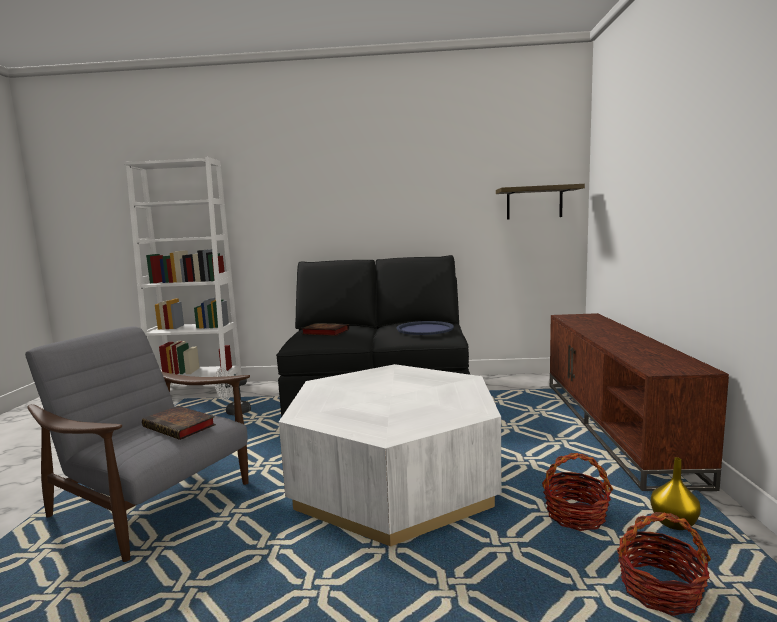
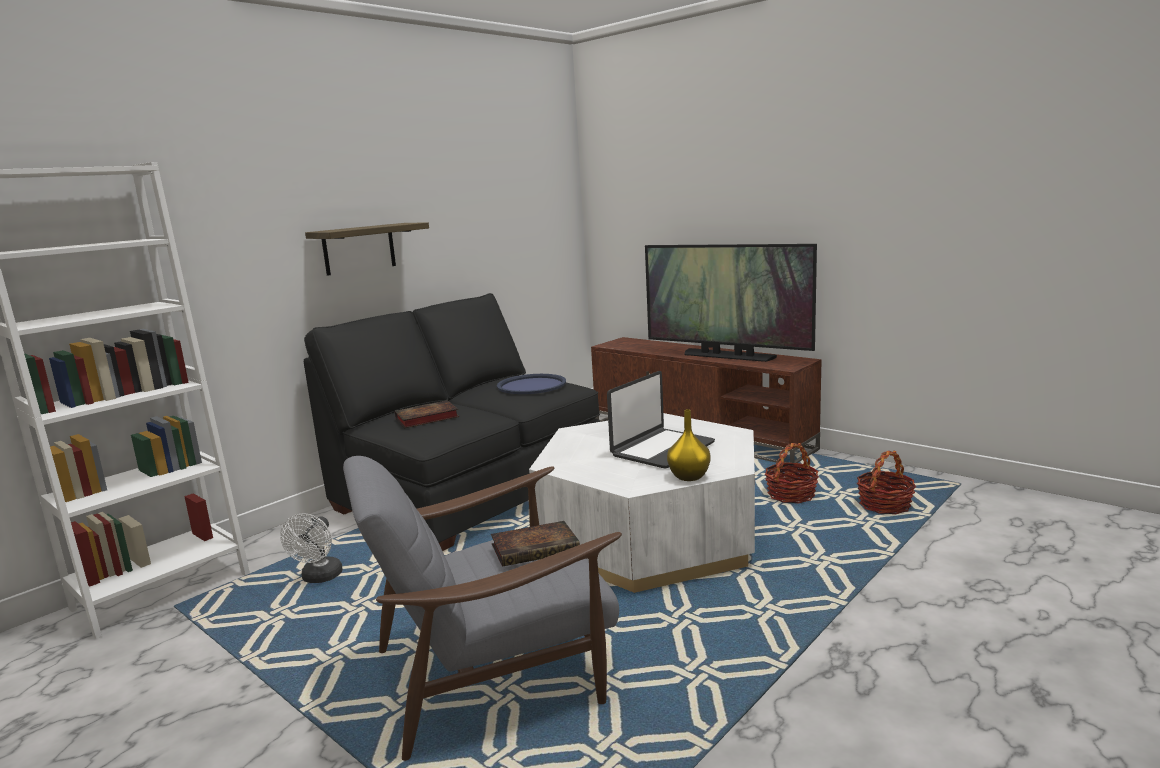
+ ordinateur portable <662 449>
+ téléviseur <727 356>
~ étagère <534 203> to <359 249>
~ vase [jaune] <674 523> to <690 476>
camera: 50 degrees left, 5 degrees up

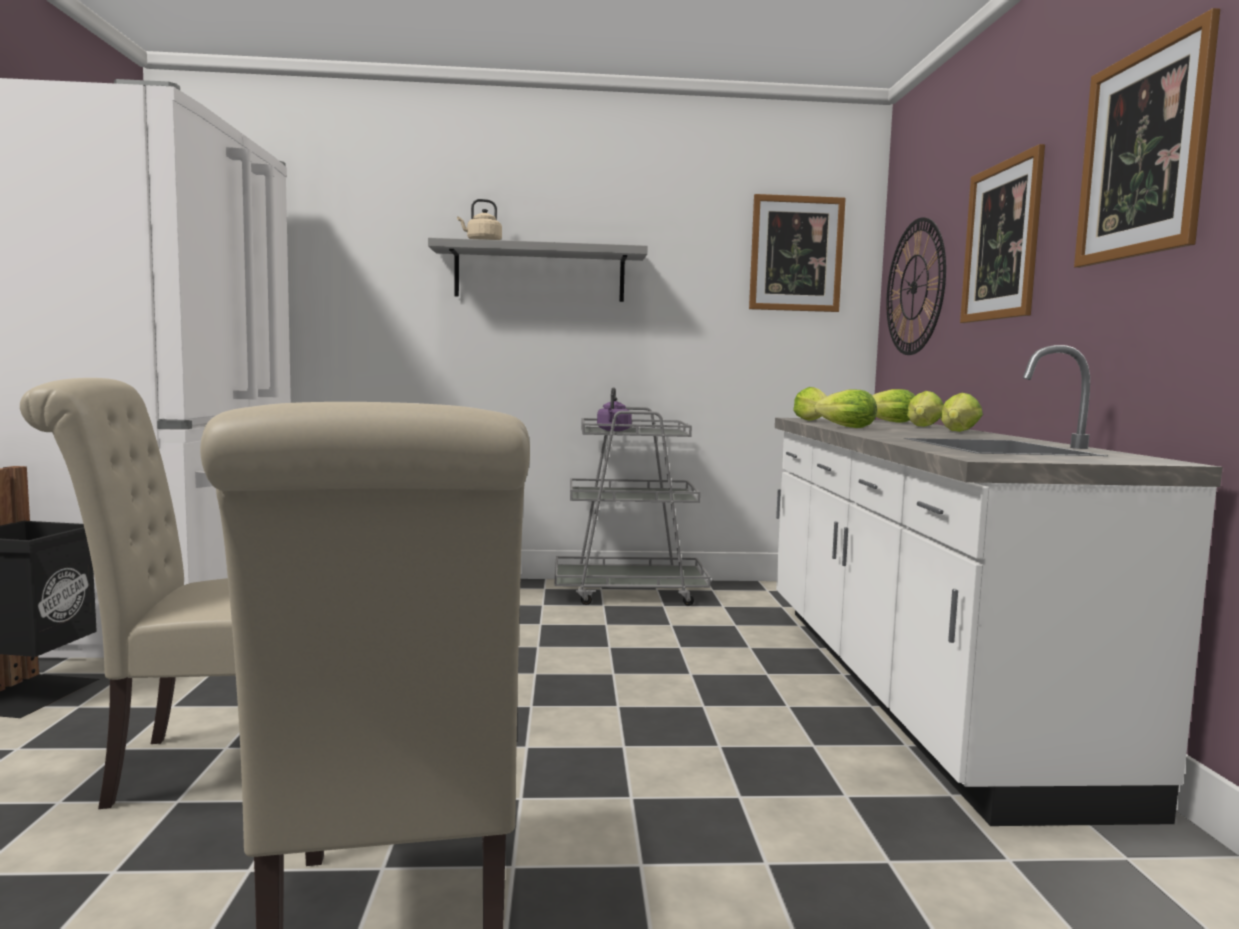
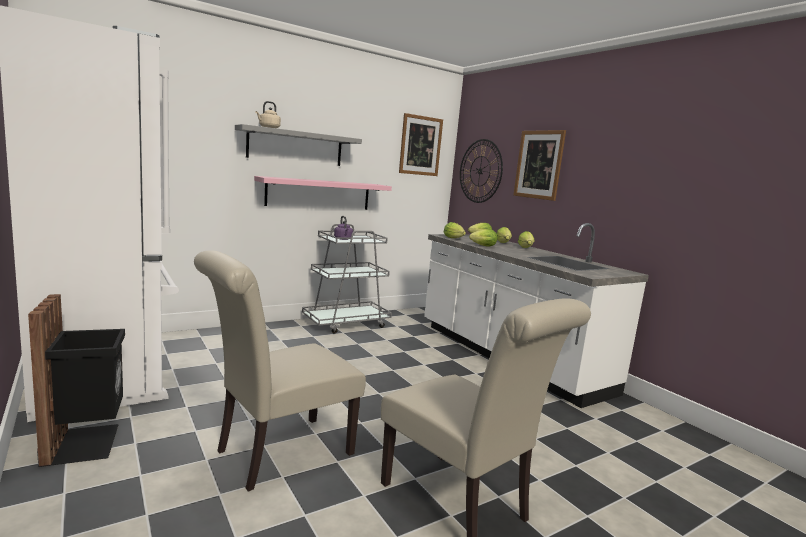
- tableau <1142 153>
+ étagère [rose] <319 194>
camera: 30 degrees left, 5 degrees up

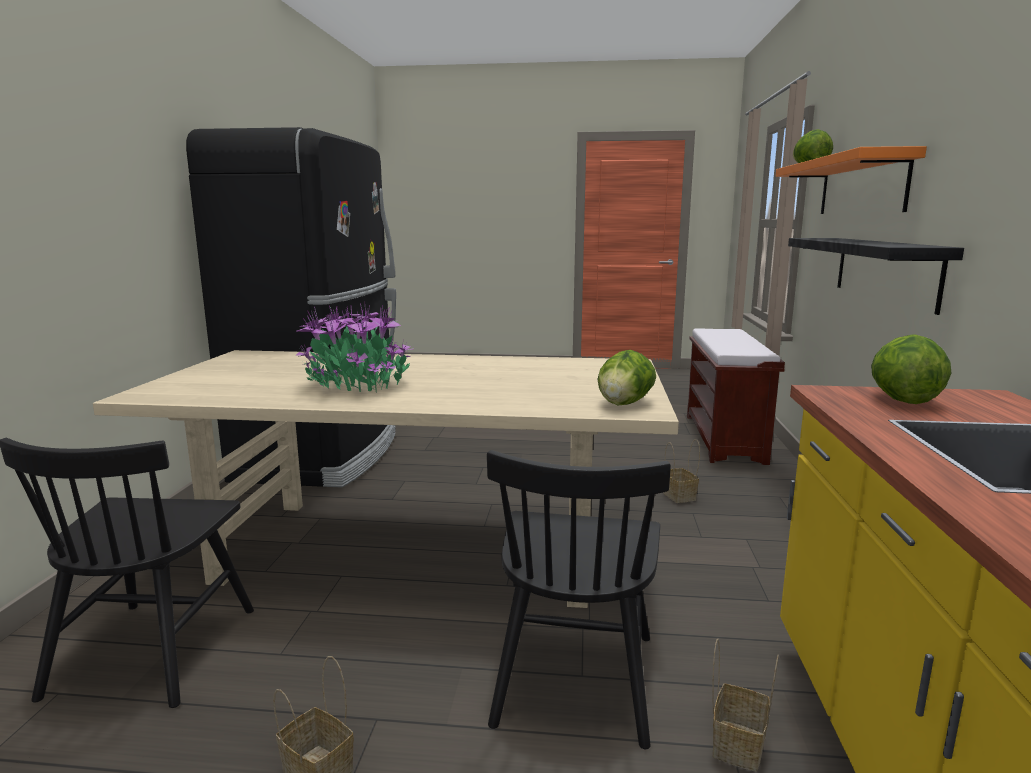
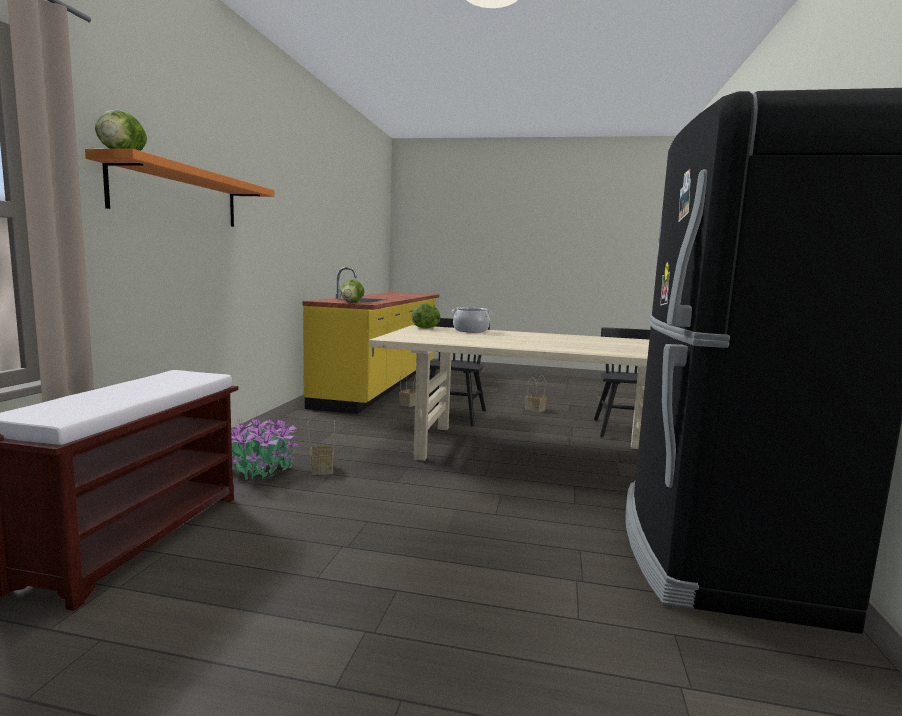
- étagère [noir] <884 270>
+ marmite <471 330>
~ plante en pot <357 384> to <260 470>
camera: 175 degrees left, 5 degrees down

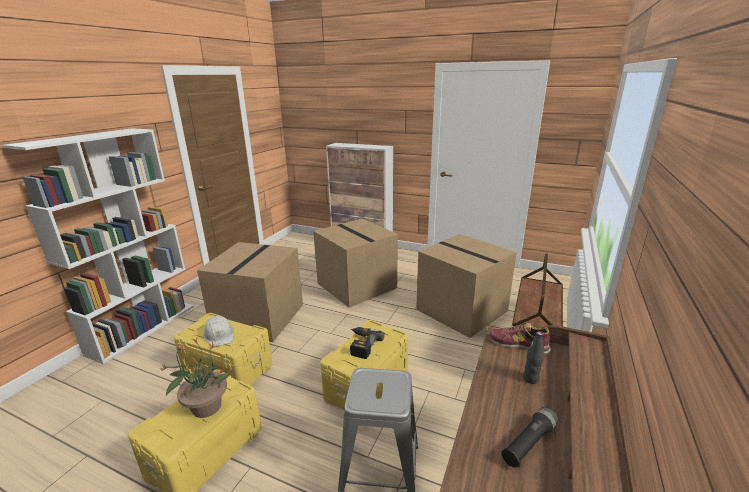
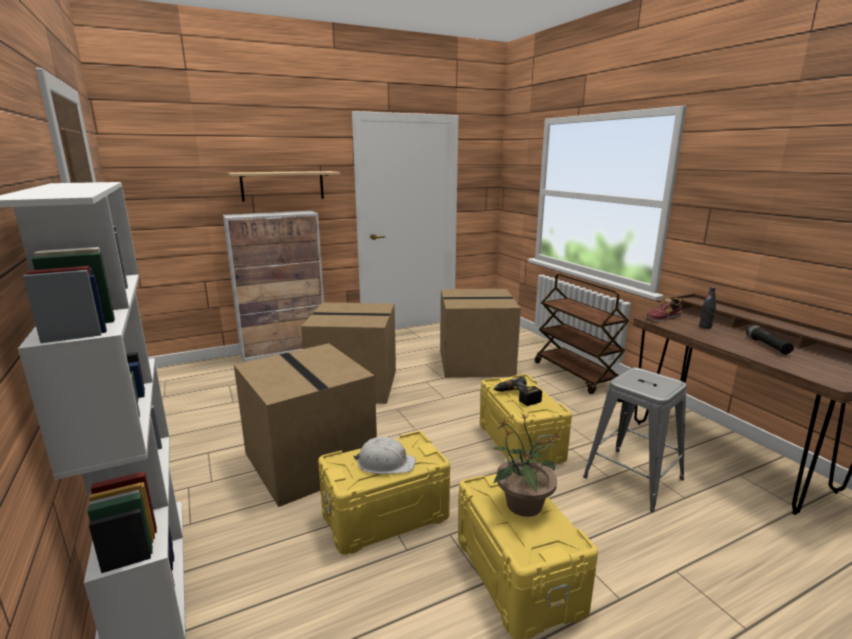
+ étagère <283 186>
camera: 50 degrees left, 5 degrees down

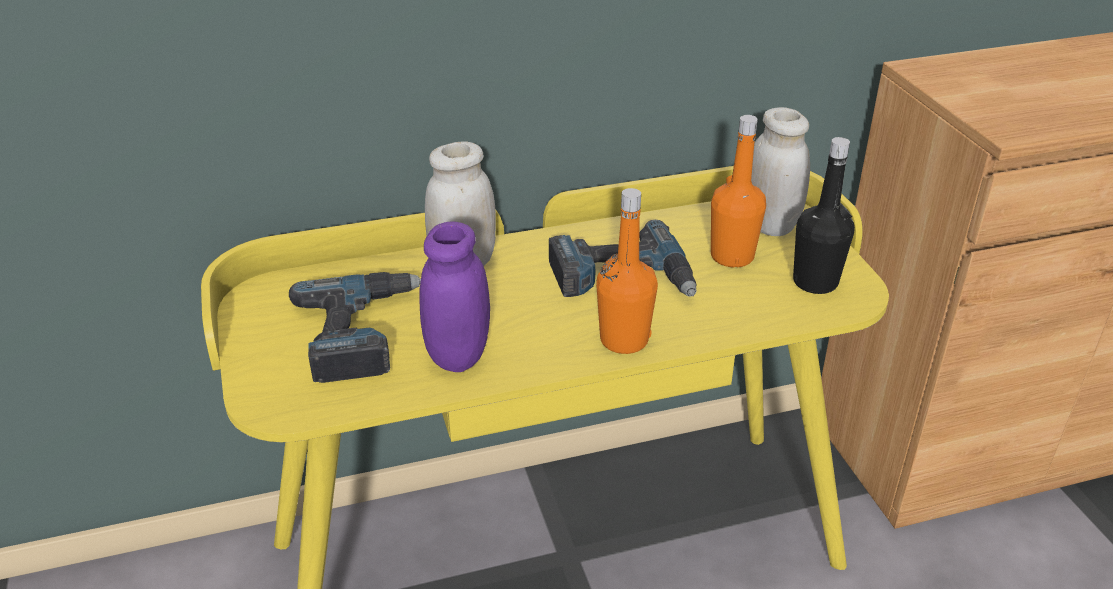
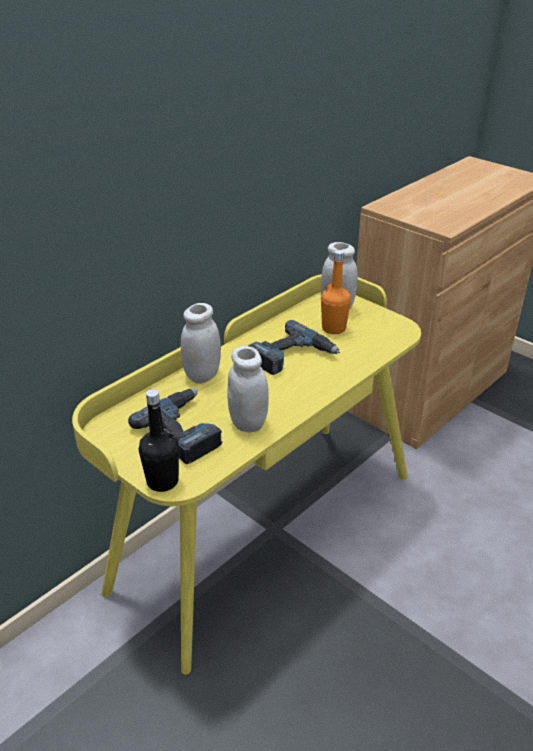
- bouteille [orange] <624 340>
~ bouteille [noir] <815 282> to <162 481>
~ bocal [violet] <458 355> to bocal [blanc] <248 423>
camera: 30 degrees left, 0 degrees up

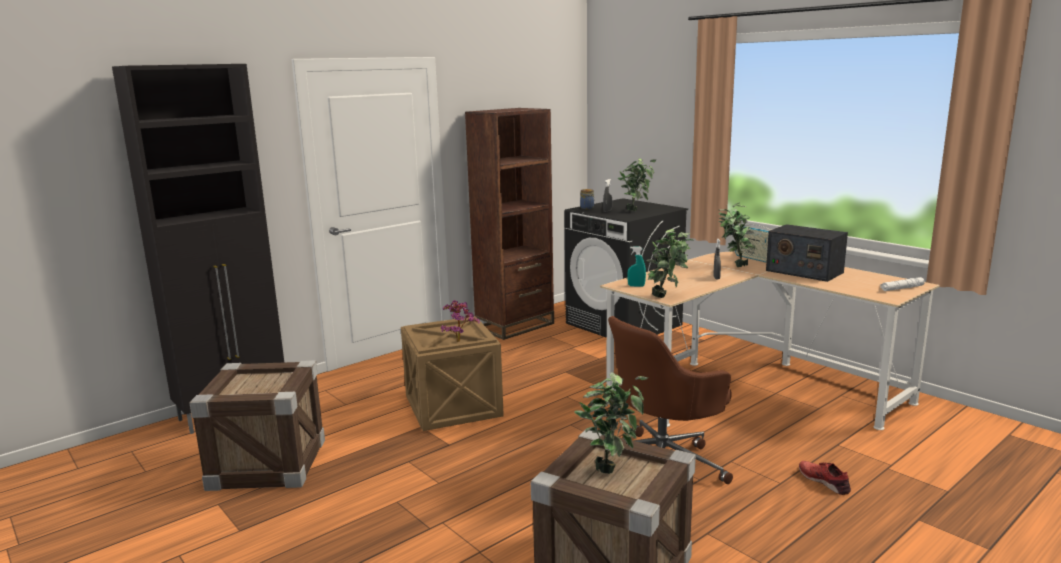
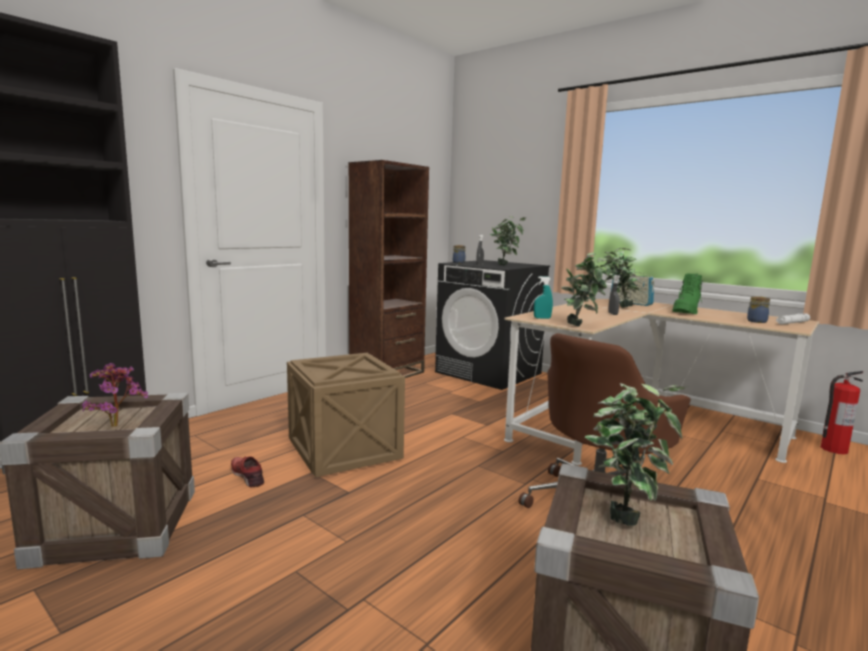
+ bocal <756 321>
+ extincteur <833 449>
~ plante en pot <459 341> to <118 425>
~ chaussure [rouge] <824 481> to <248 476>
~ radio <803 271> to botte [vert] <686 311>
camera: 10 degrees left, 5 degrees down

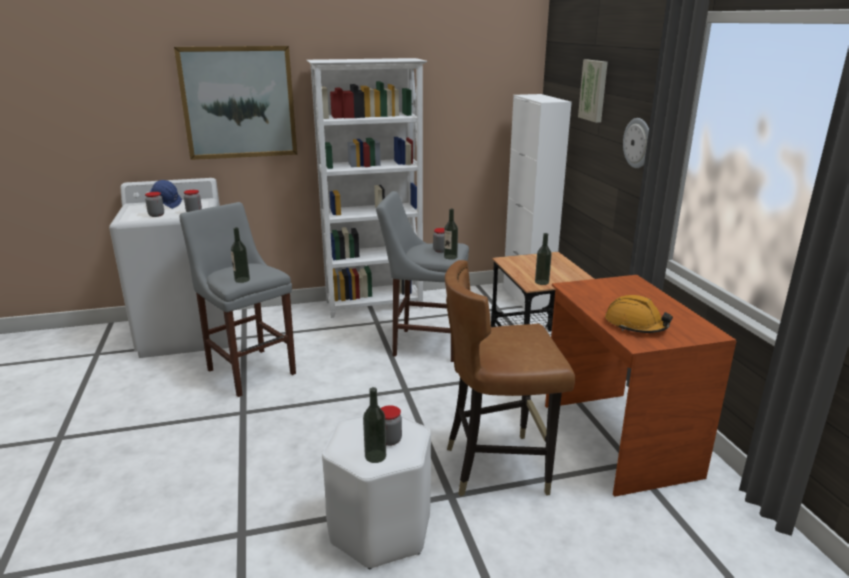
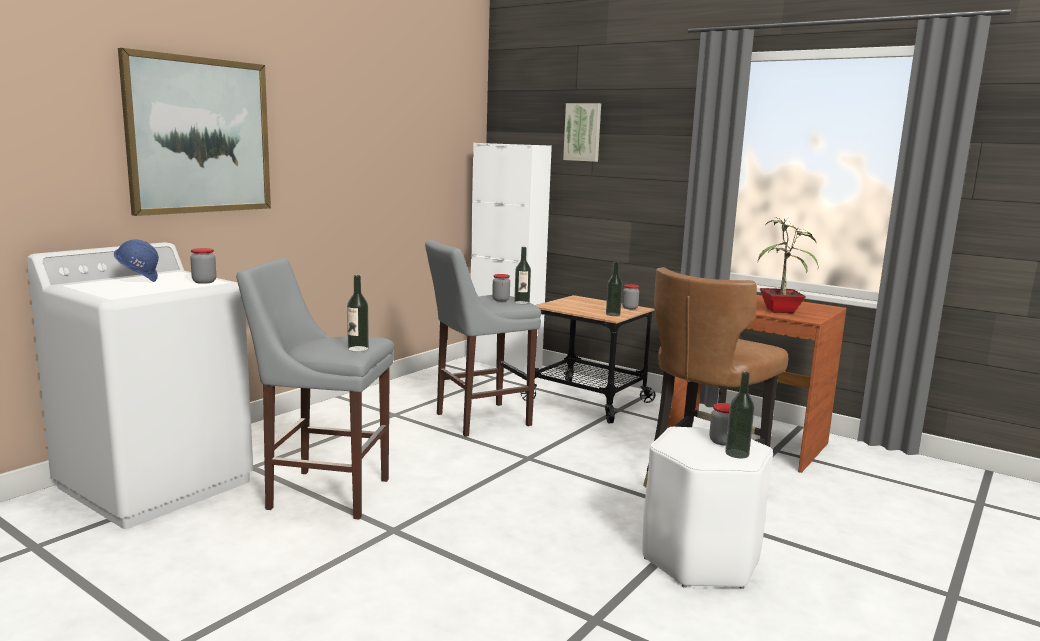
- bibliothèque [blanc] <375 305>
- horloge murale <638 143>
~ bocal <156 215> to <630 308>
~ casque de chantier [orange] <635 325> to plante en pot <782 311>
camera: 40 degrees left, 10 degrees down

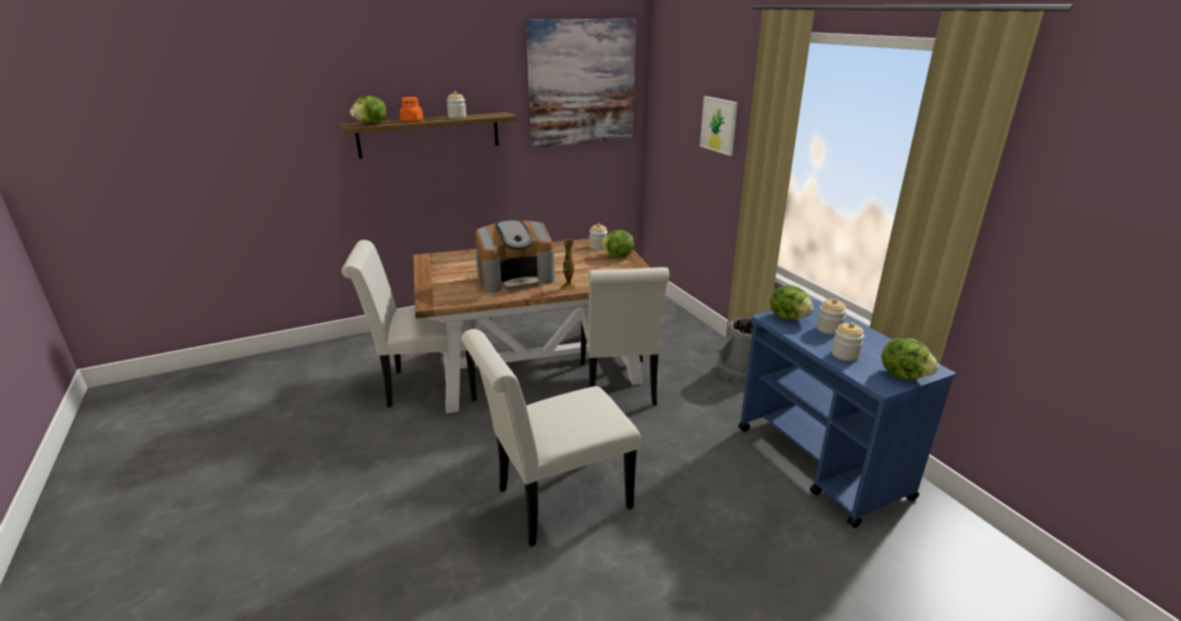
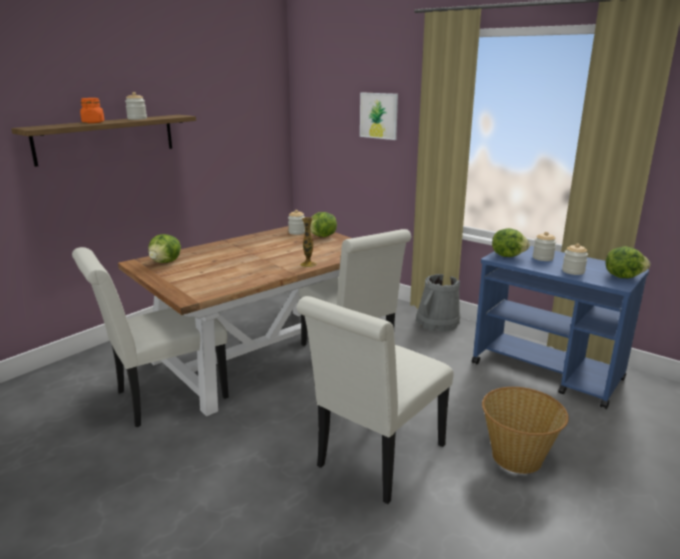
- machine à café <516 278>
- tableau <582 83>
+ panier <517 456>
~ laitue <371 124> to <166 262>
camera: 25 degrees left, 5 degrees down

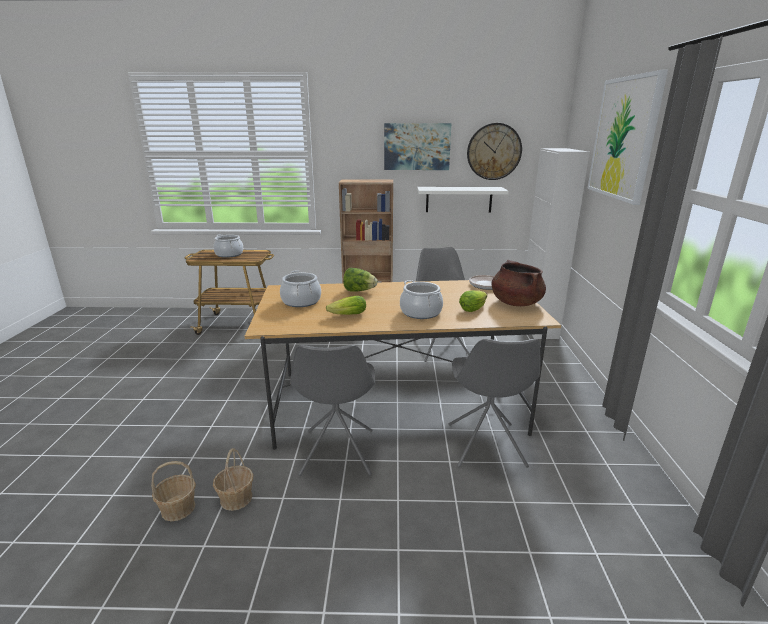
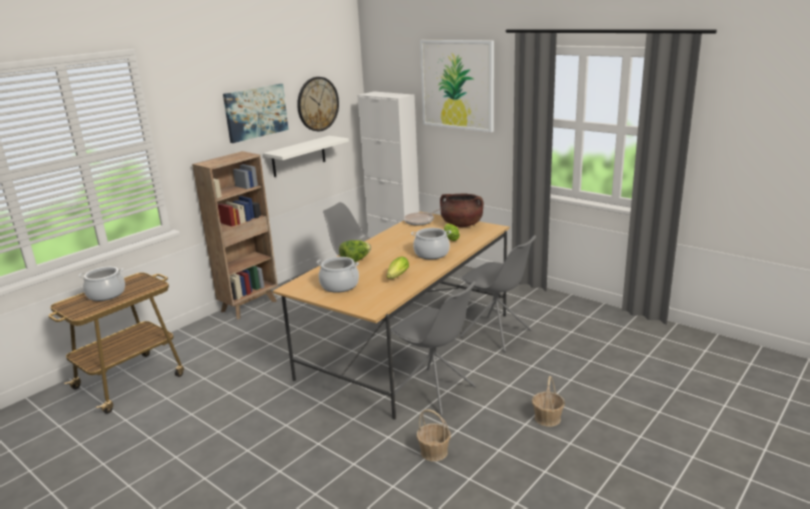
~ panier <178 508> to <547 418>
camera: 50 degrees left, 0 degrees up

